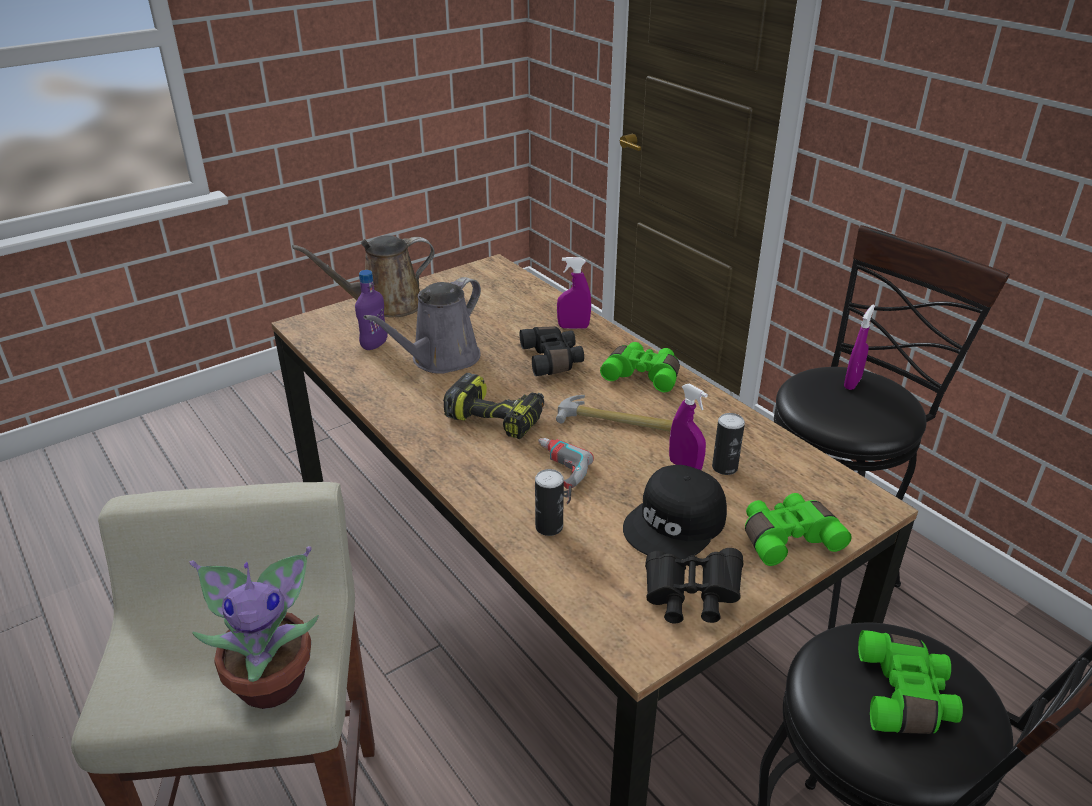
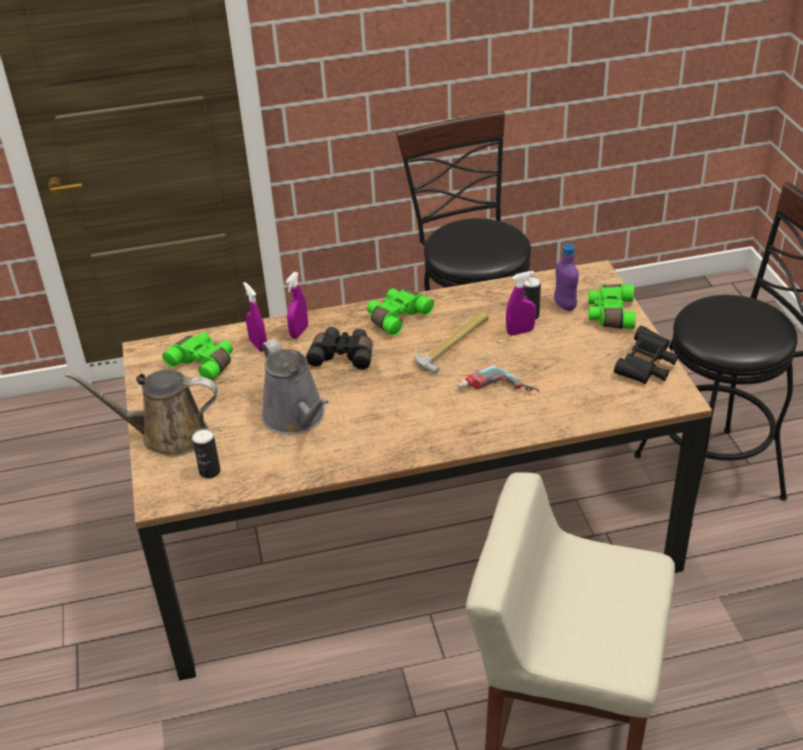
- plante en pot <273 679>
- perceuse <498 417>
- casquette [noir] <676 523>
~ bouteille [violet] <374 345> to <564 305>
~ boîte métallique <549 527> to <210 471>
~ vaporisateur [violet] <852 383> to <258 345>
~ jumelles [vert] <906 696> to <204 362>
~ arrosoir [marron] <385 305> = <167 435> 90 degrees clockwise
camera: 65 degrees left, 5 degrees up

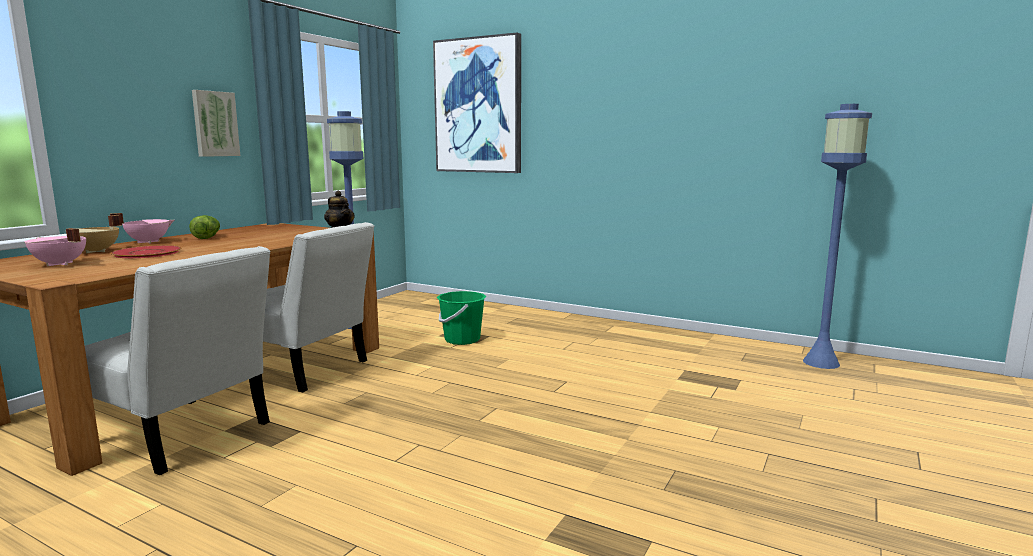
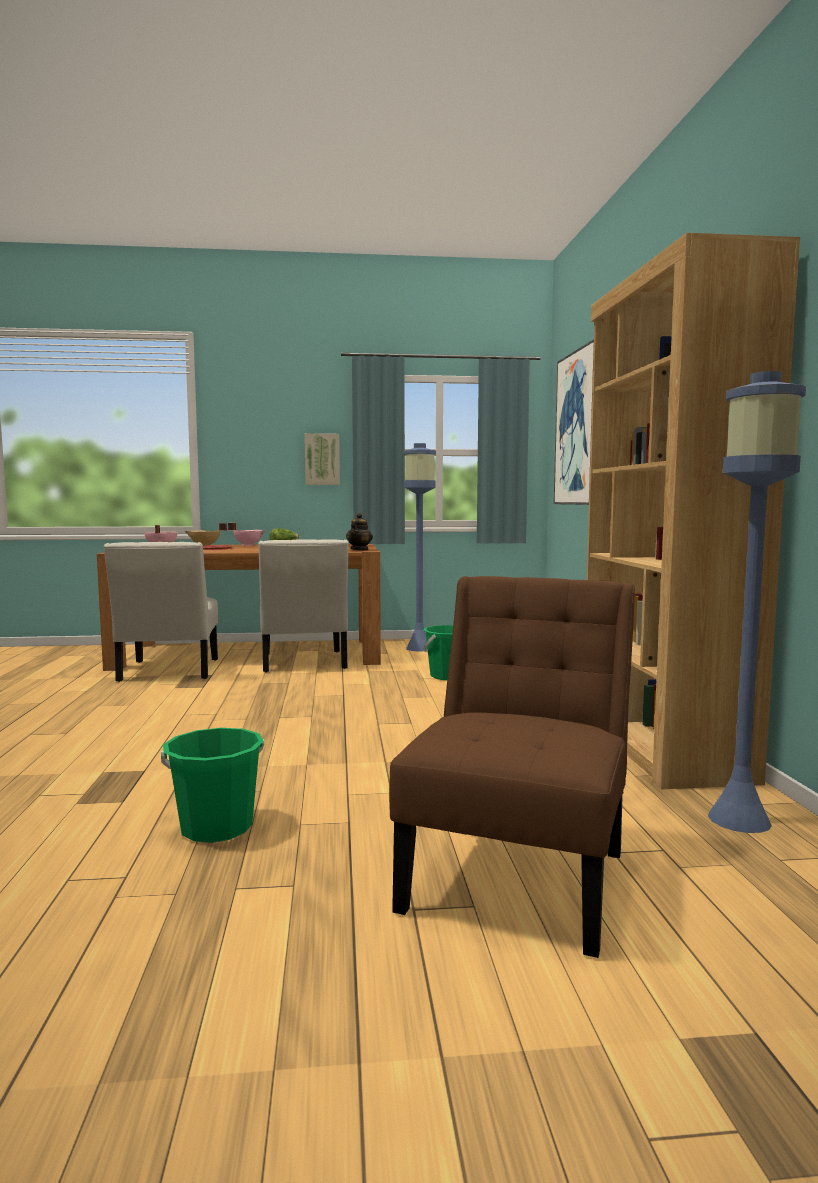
+ seau [vert] <216 828>
+ chaise [marron] <519 874>
+ bibliothèque [marron] <659 746>
camera: 55 degrees right, 5 degrees down

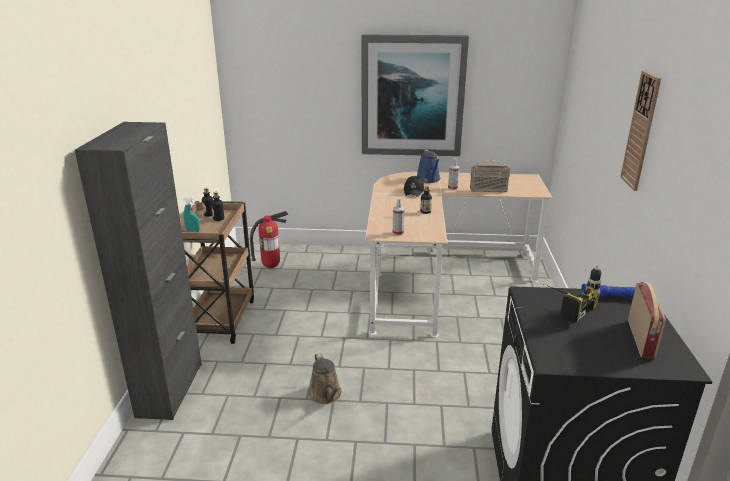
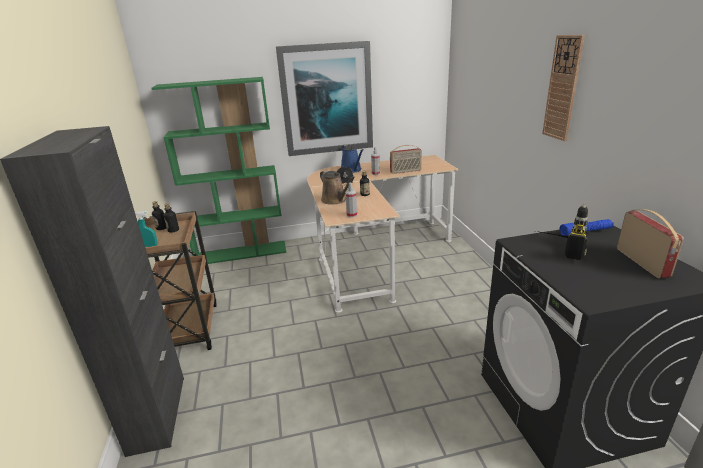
- extincteur <271 266>
+ bibliothèque [vert] <242 253>
~ arrosoir [marron] <326 395> to <335 200>
camera: 15 degrees left, 0 degrees up

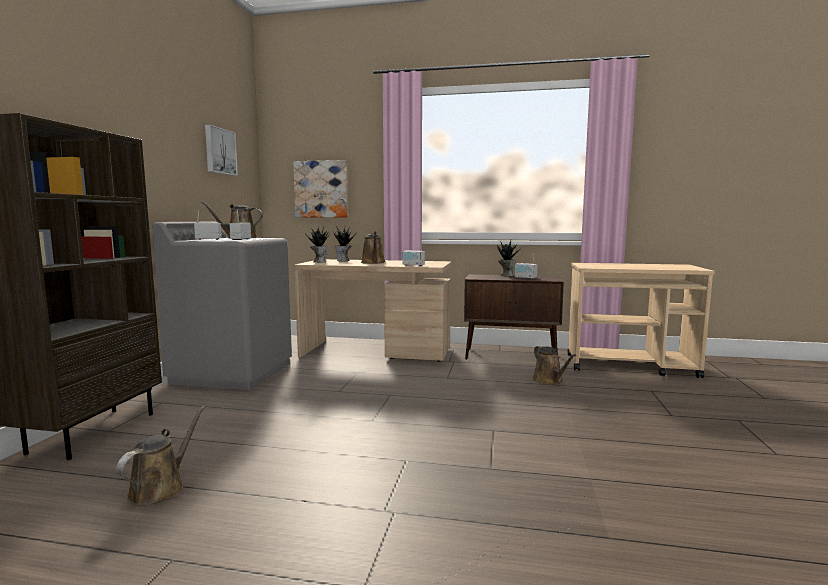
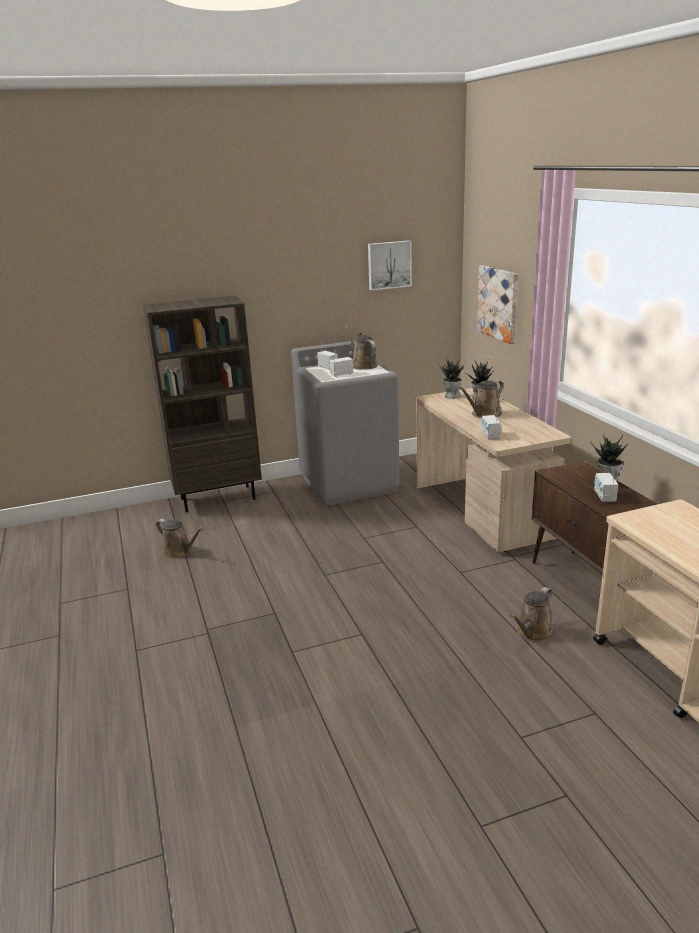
~ arrosoir [marron] <161 488> = <179 552> 45 degrees clockwise
camera: 60 degrees right, 15 degrees up

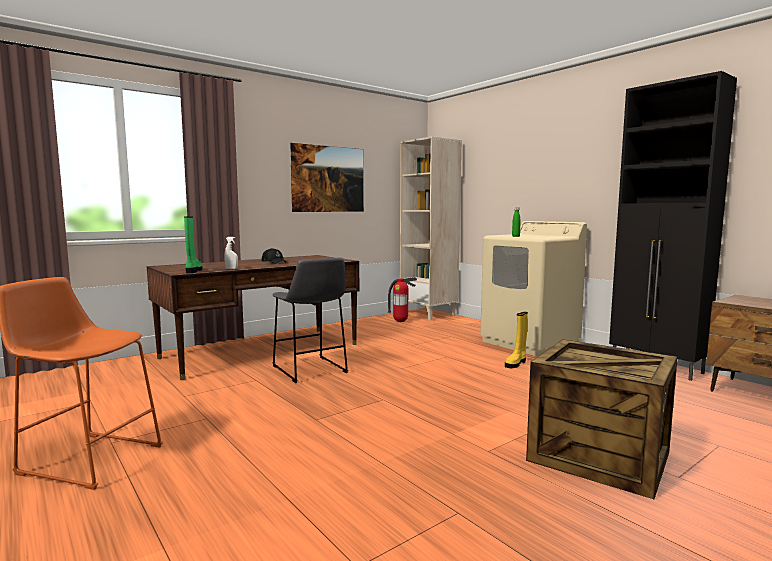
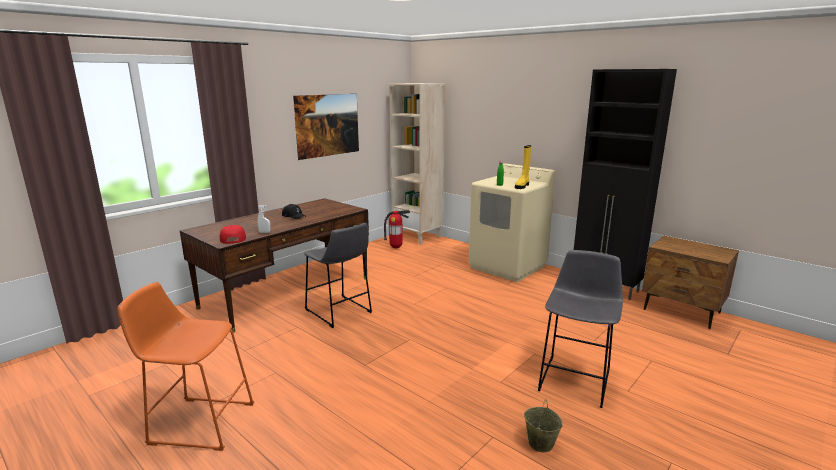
+ seau [beige] <540 443>
~ botte [jaune] <516 363> to <522 186>
~ botte [vert] <193 271> to casquette [rouge] <232 238>
~ caisse <599 456> to tabouret [gris] <576 378>
camera: 10 degrees left, 10 degrees up

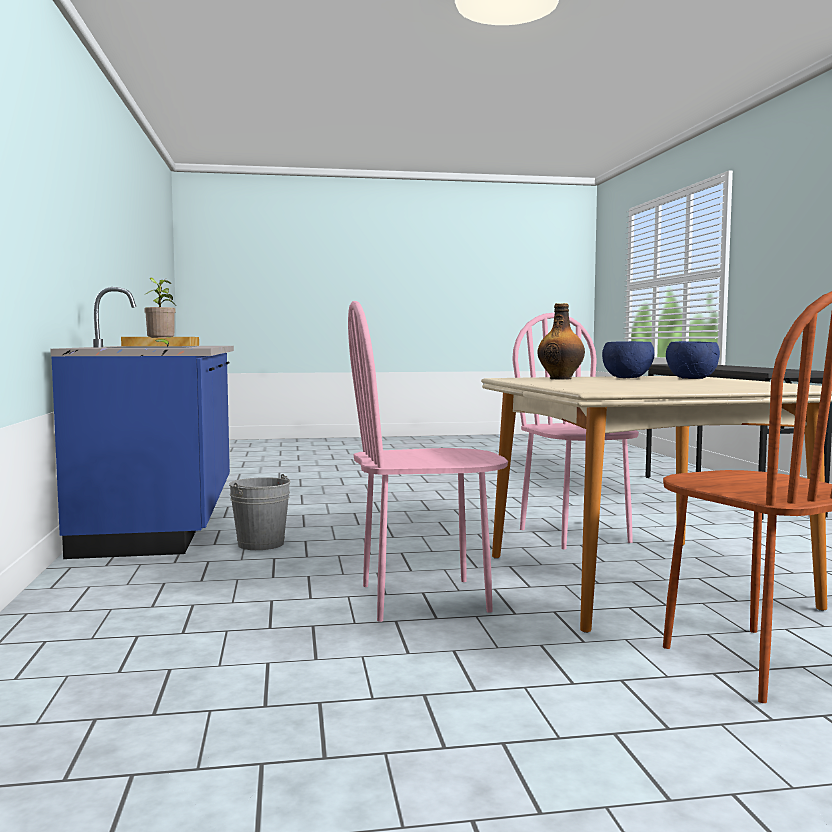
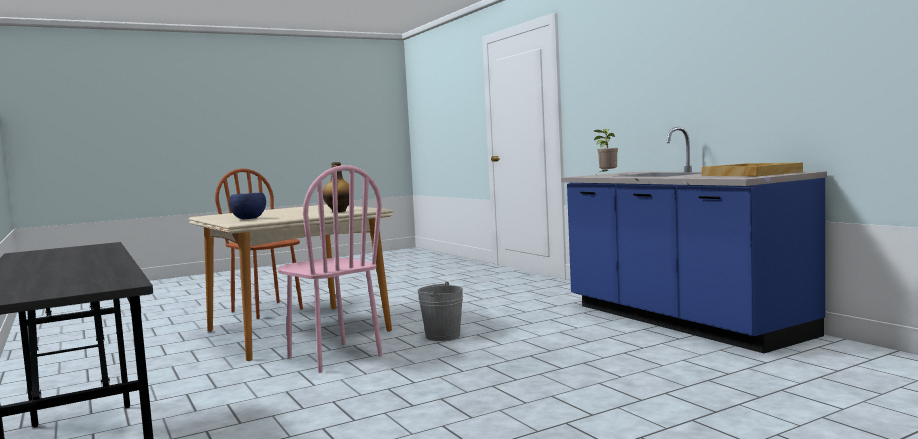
- chaise [rose] <424 599>
- bol [bleu] <626 378>
~ seau [gris] <260 544> to <443 336>
camera: 160 degrees right, 0 degrees up

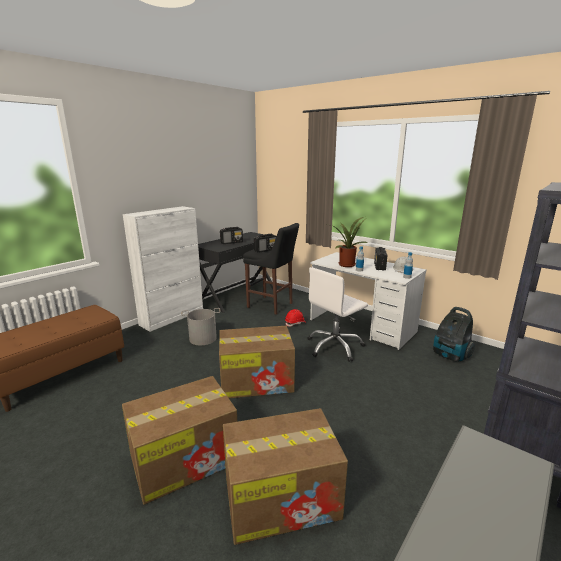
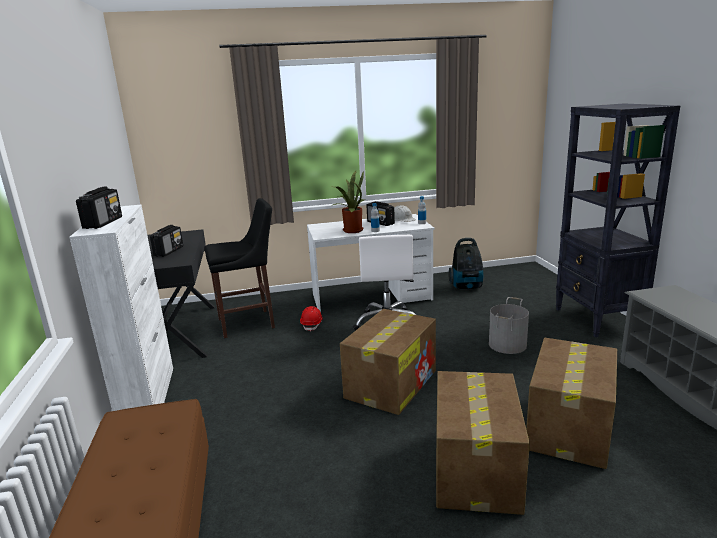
~ seau [gris] <203 338> to <508 345>
~ radio <265 250> to <103 223>
camera: 50 degrees left, 0 degrees up

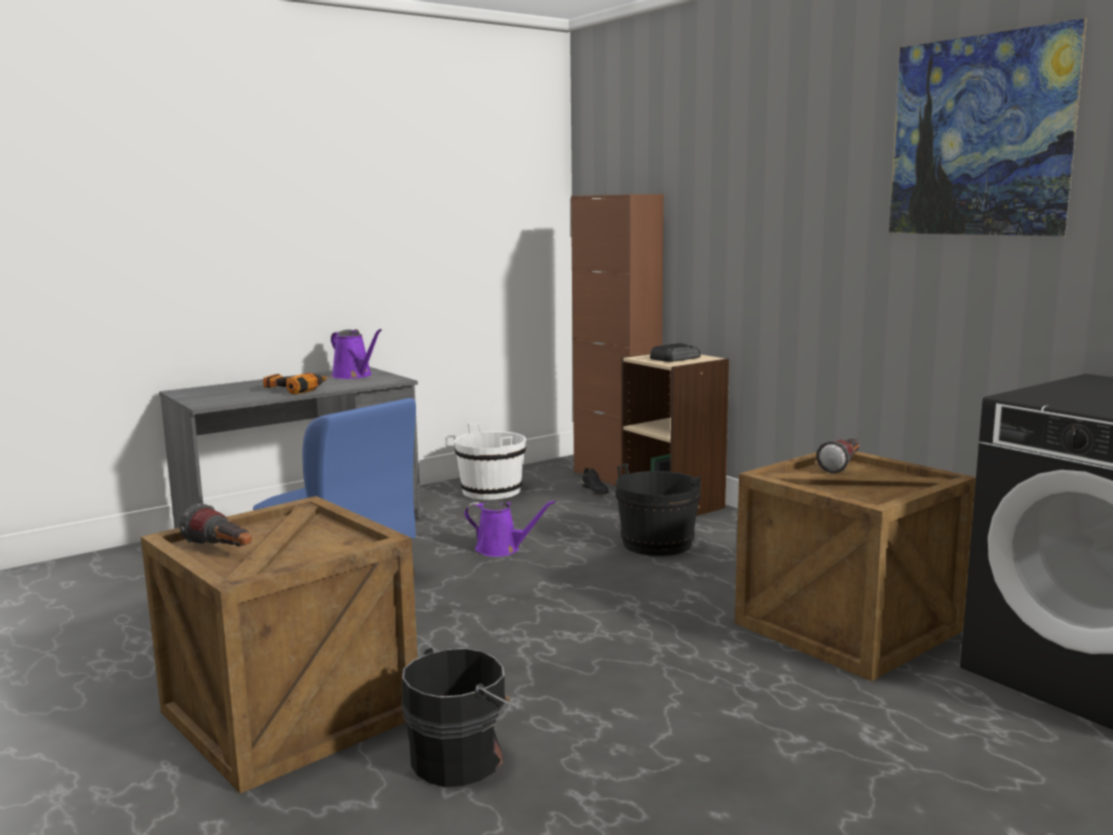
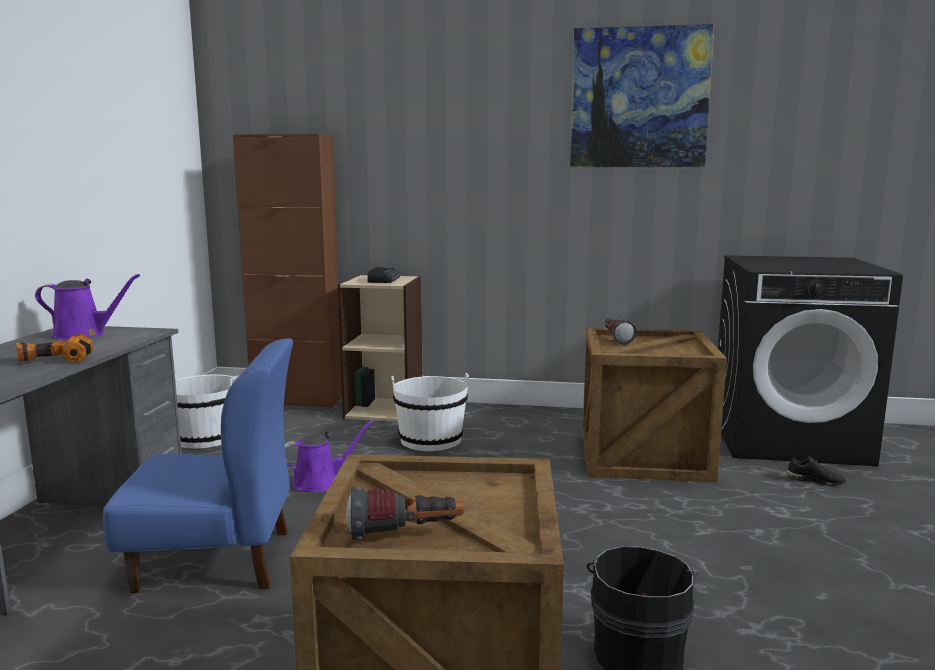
~ chaussure [noir] <595 490> to <815 480>
~ seau [noir] <657 544> to seau [blanc] <430 440>
camera: 45 degrees left, 0 degrees up

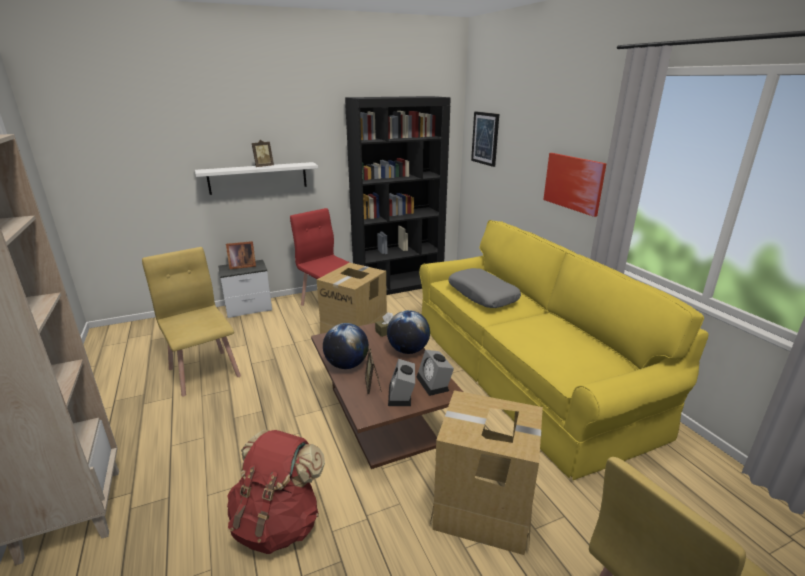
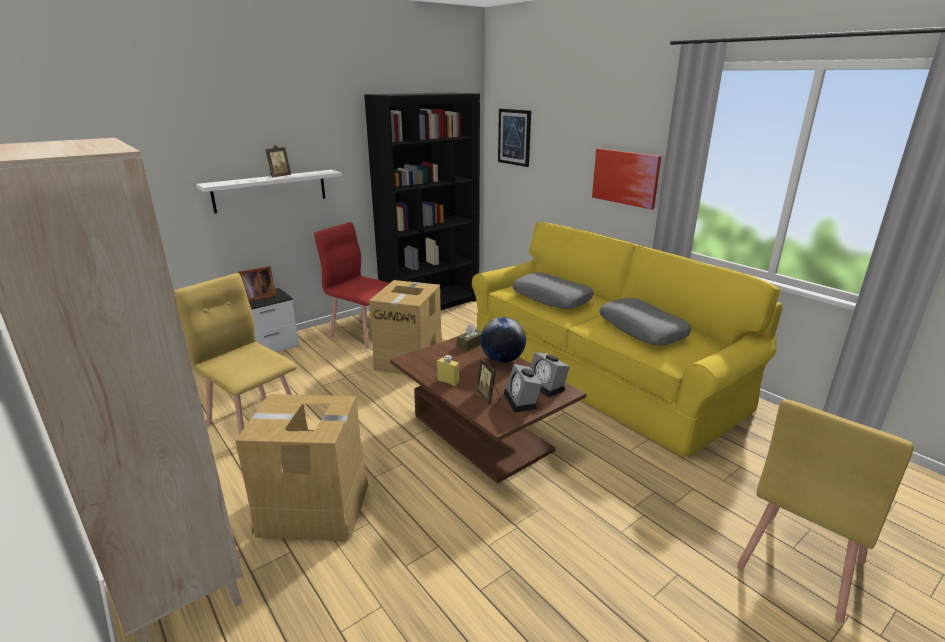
- sac à dos [rouge] <278 523>
+ coussin [gris] <642 330>
~ carton <483 508> to <314 509>
~ globe <346 365> to bouteille [jaune] <448 382>
camera: 15 degrees left, 0 degrees up

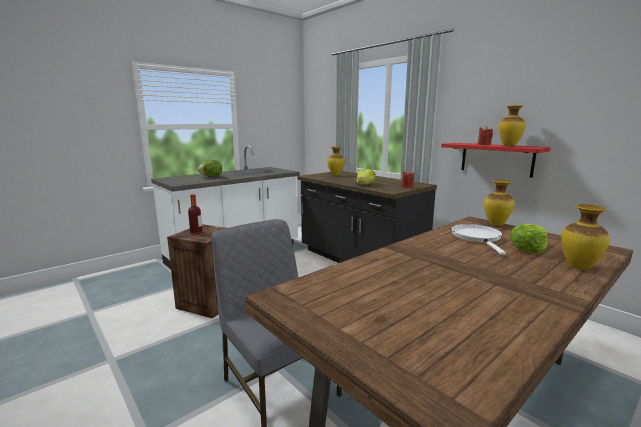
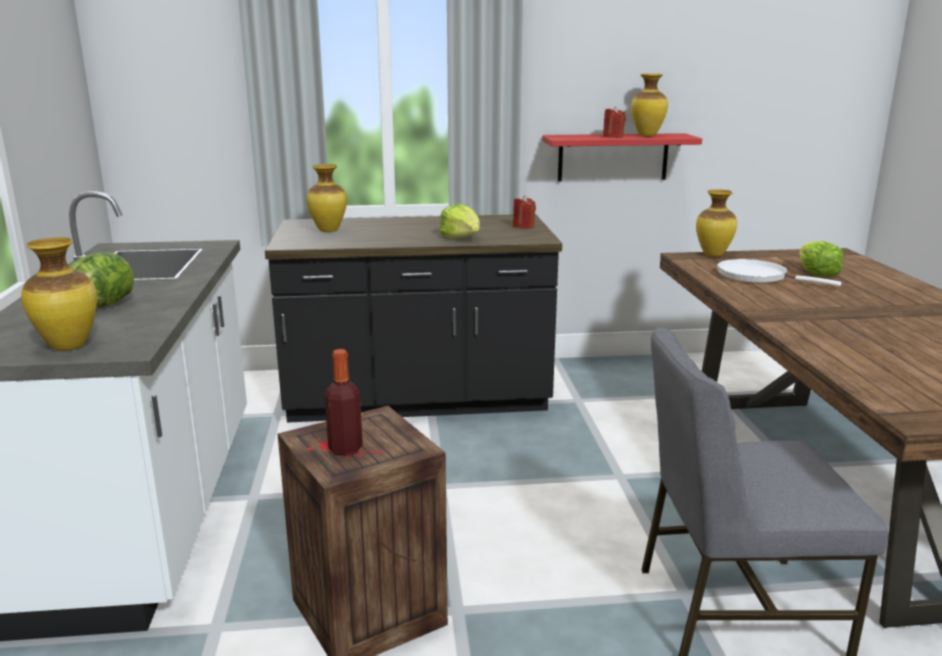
~ vase <579 267> to <70 346>
camera: 55 degrees left, 5 degrees up

